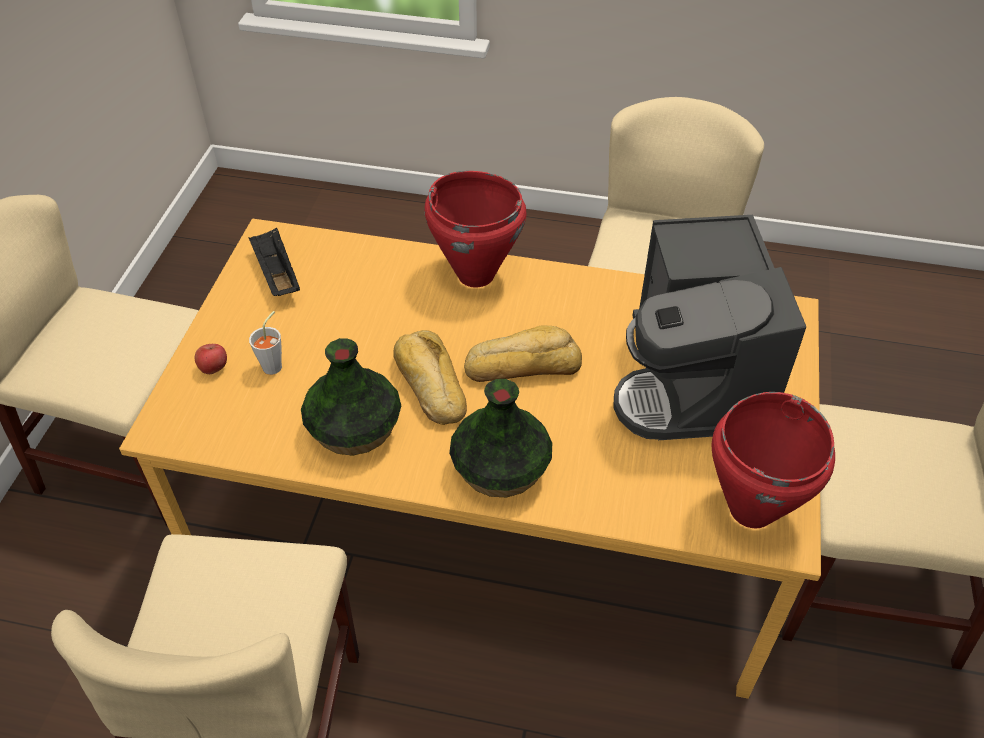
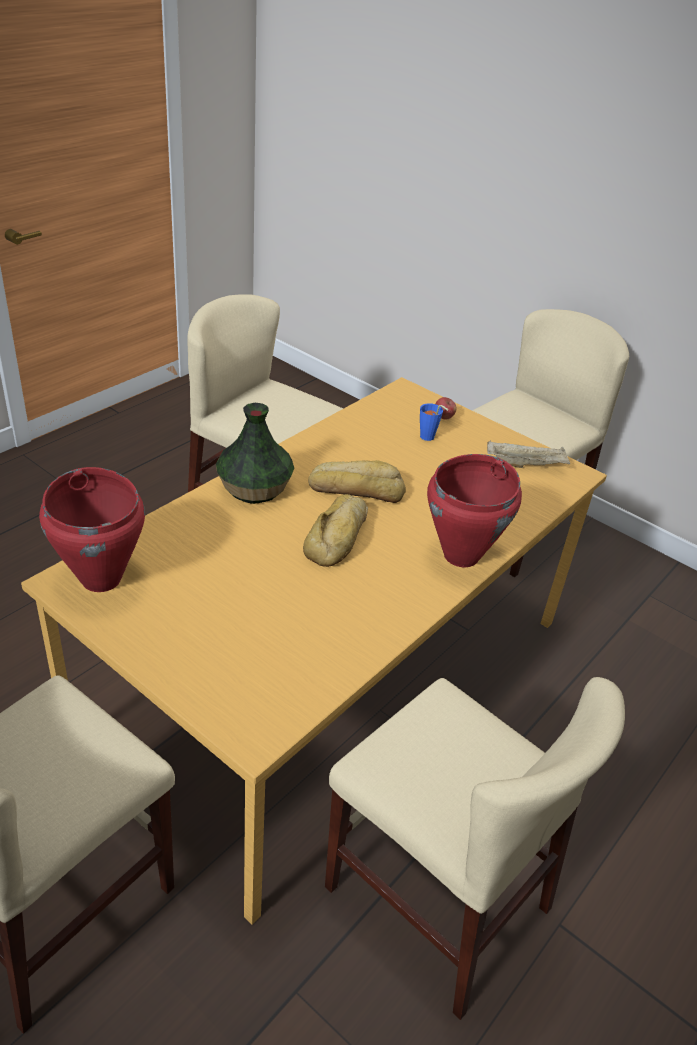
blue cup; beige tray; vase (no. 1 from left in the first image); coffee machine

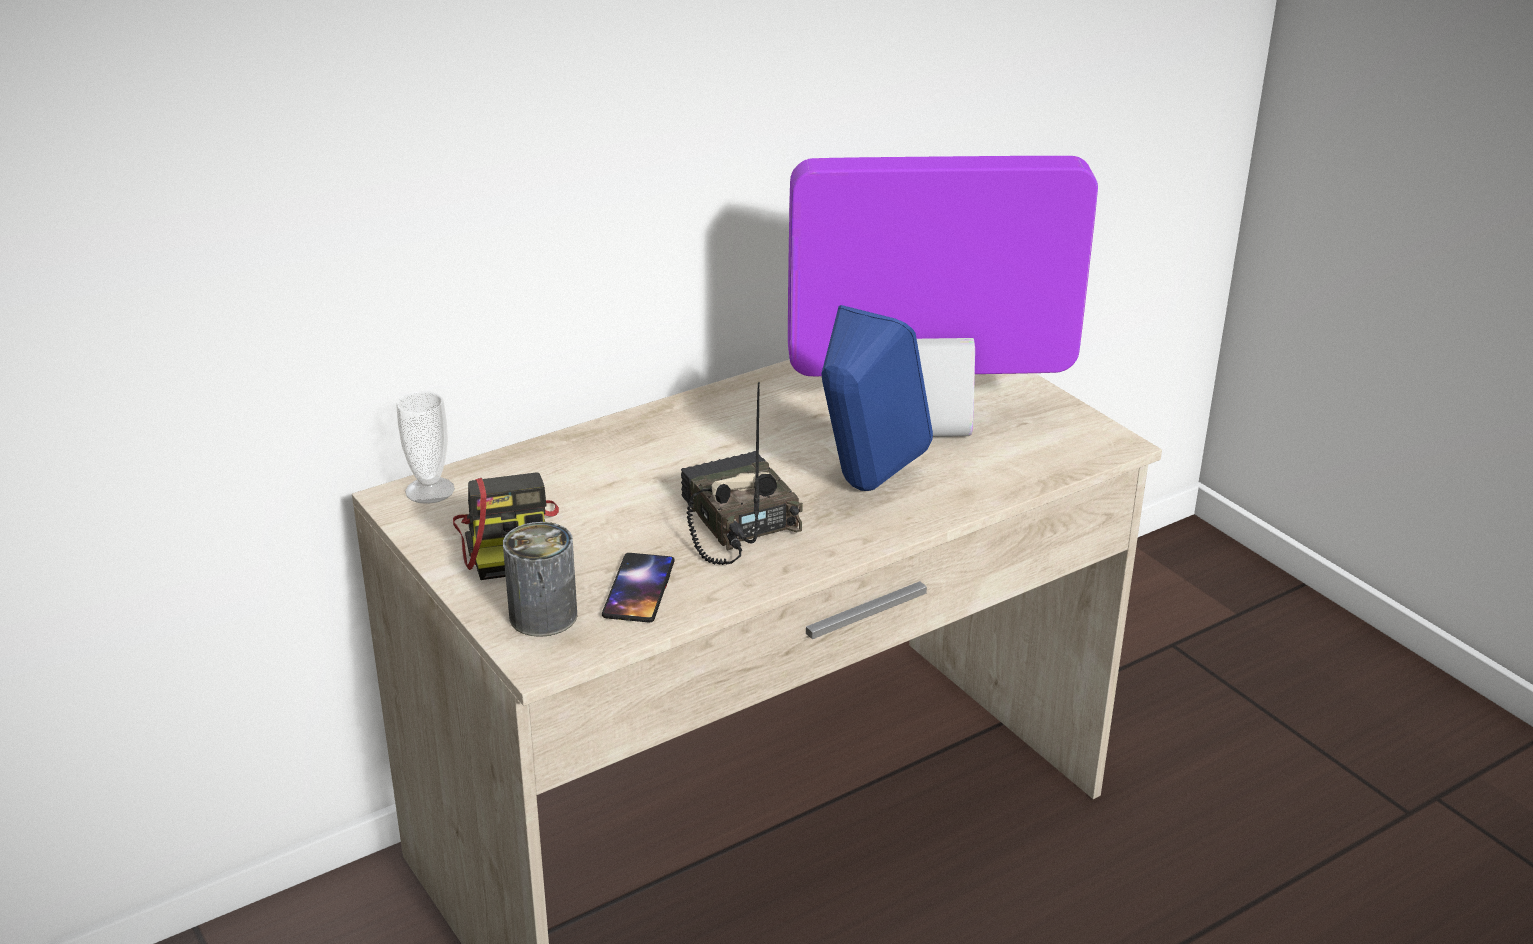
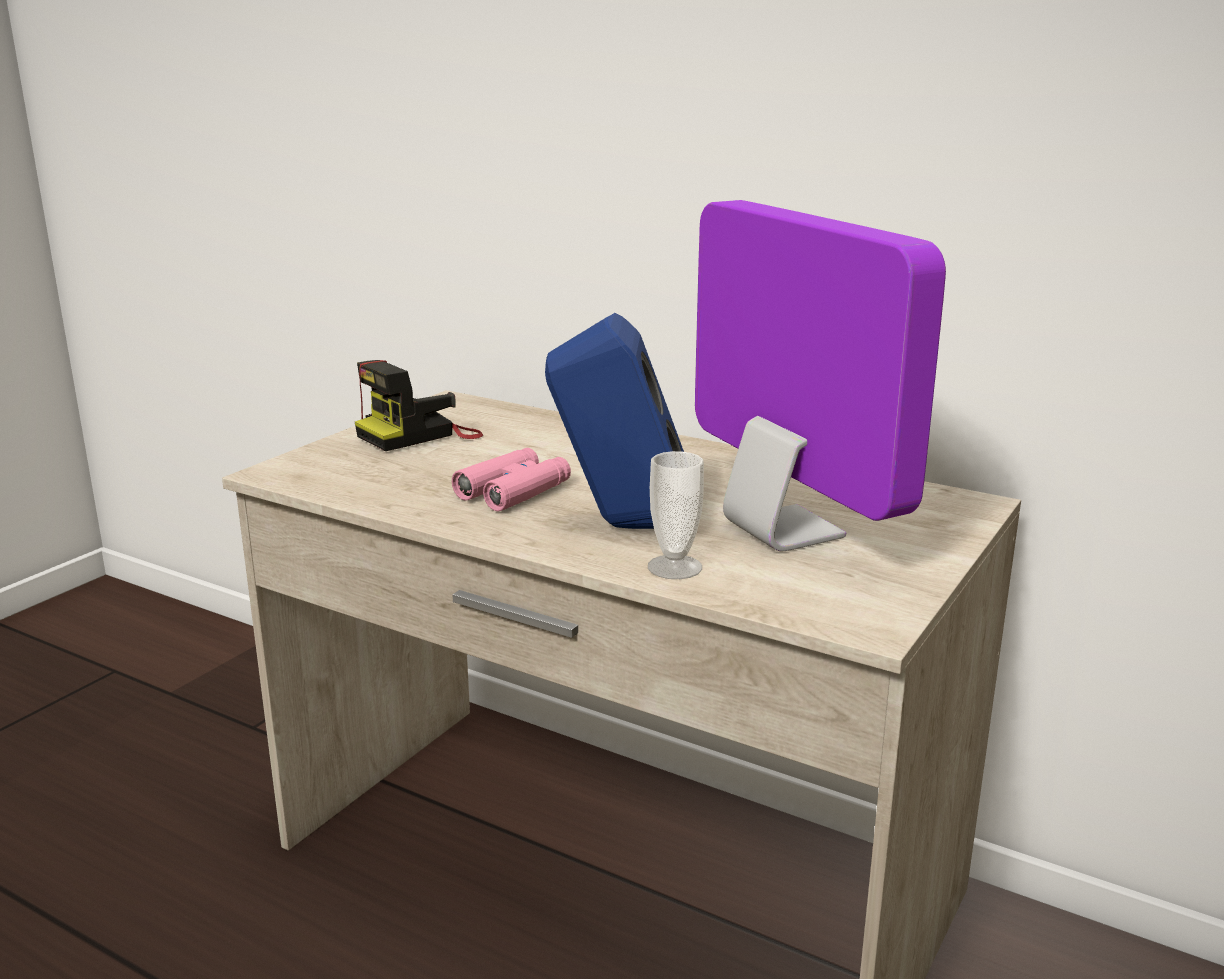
pink binoculars; cup; can; phone

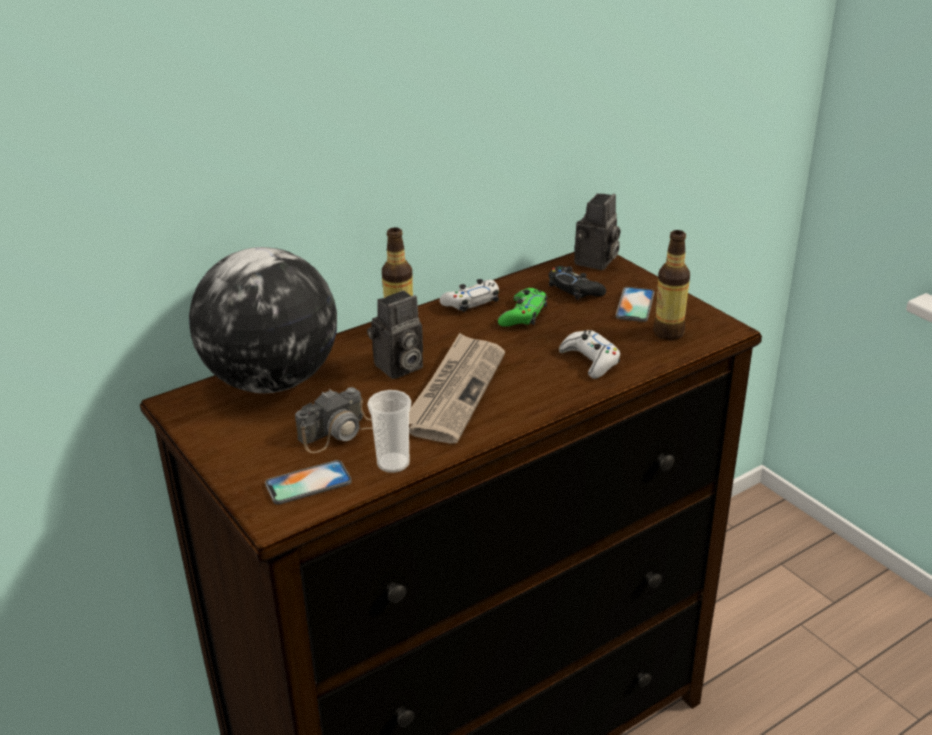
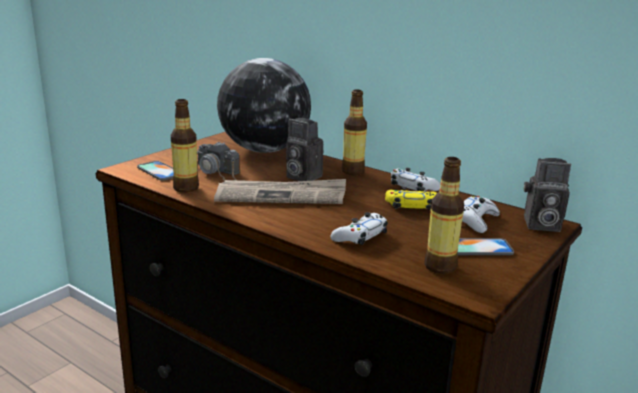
bottle (no. 1 from left); yellow game controller; white game controller (no. 3 from left)

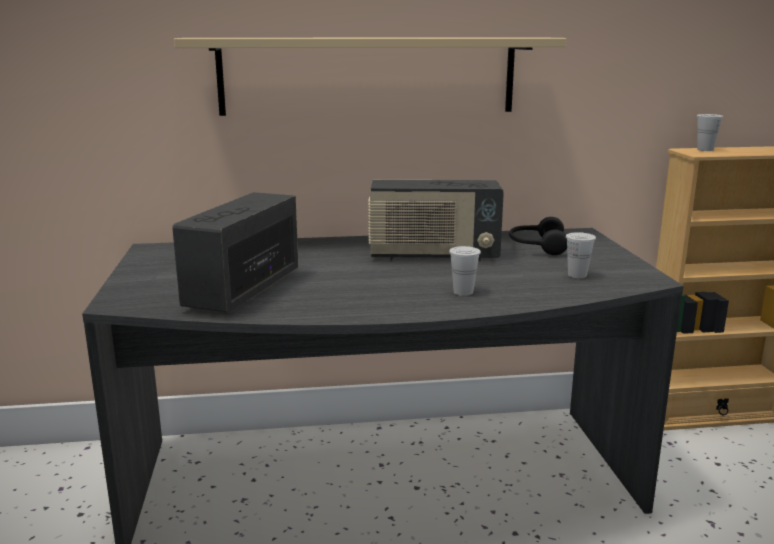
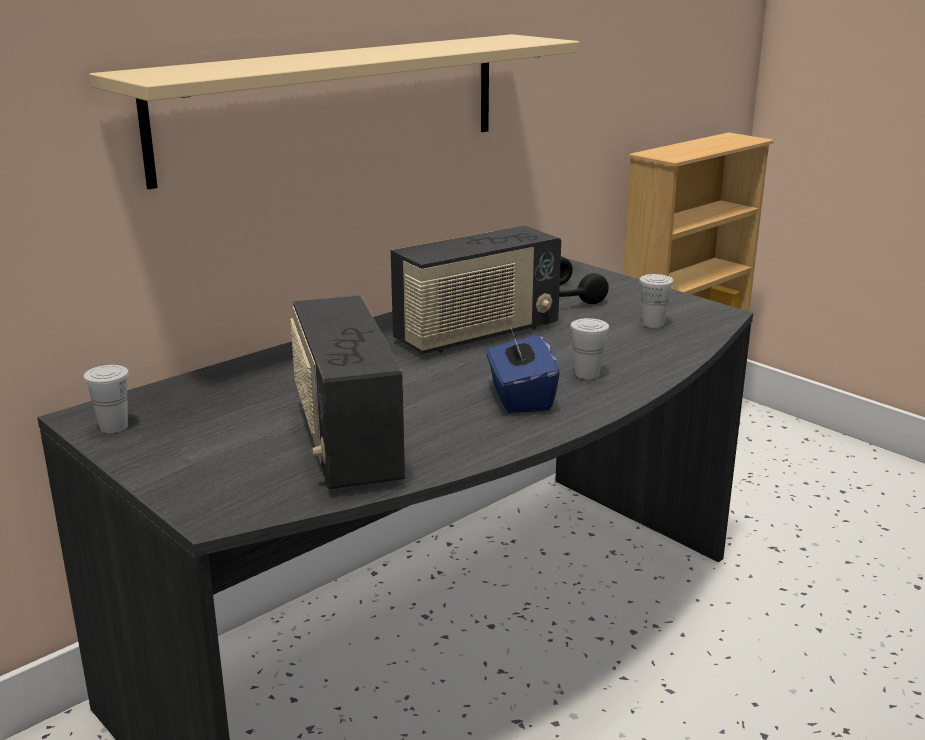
white cup (no. 1 from left); blue tissue box

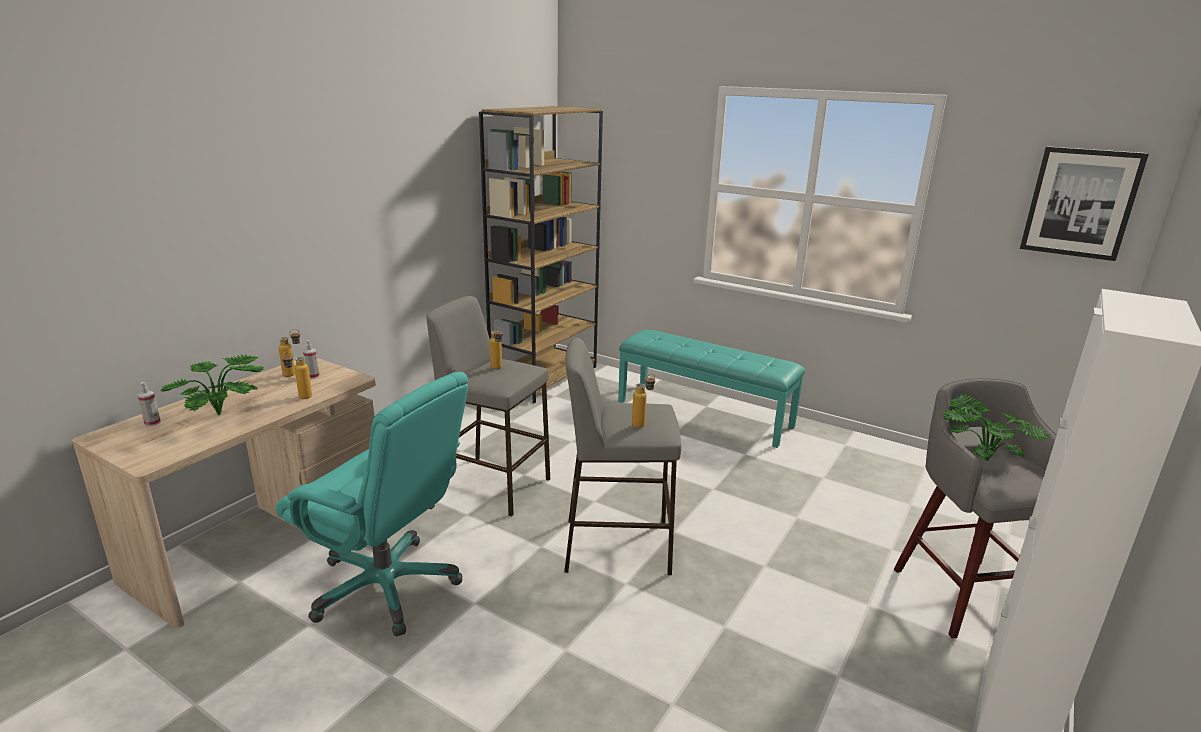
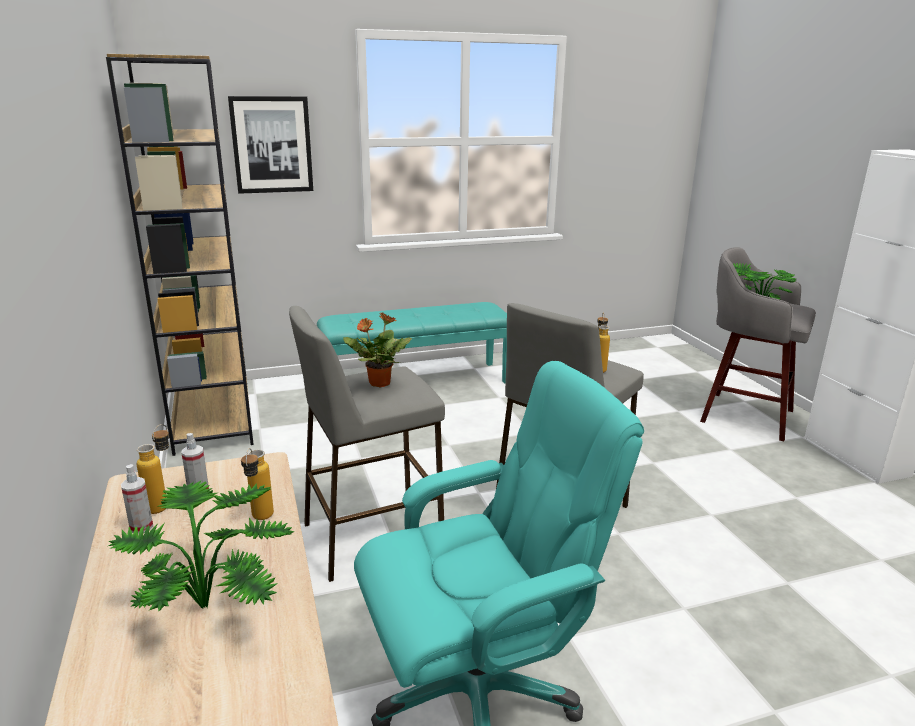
spray bottle (no. 1 from left); picture; potted plant (no. 2 from left)

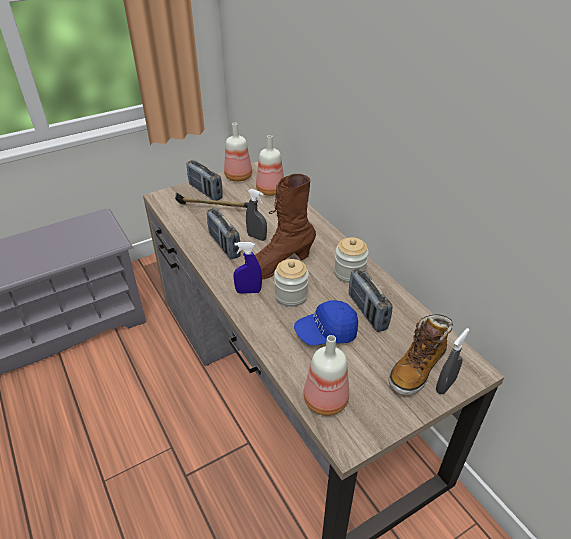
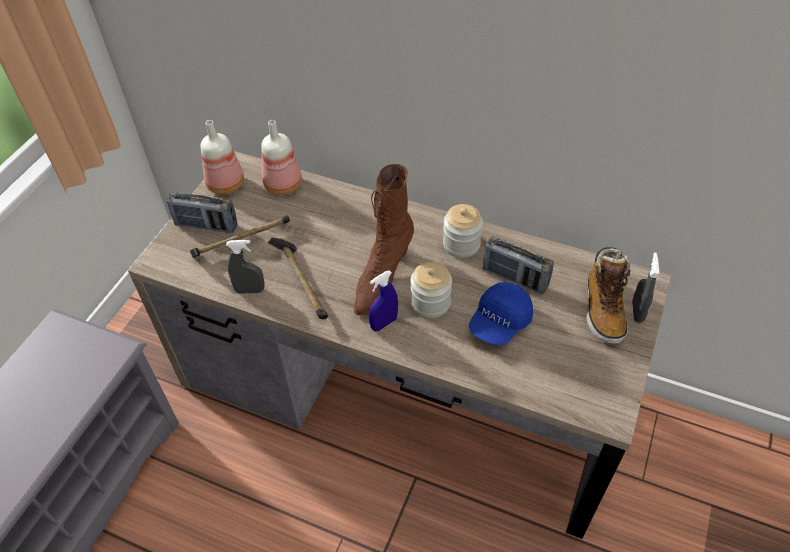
grey spray bottle (no. 1 from left); hammer (no. 2 from left); bottle (no. 3 from left in the first image)

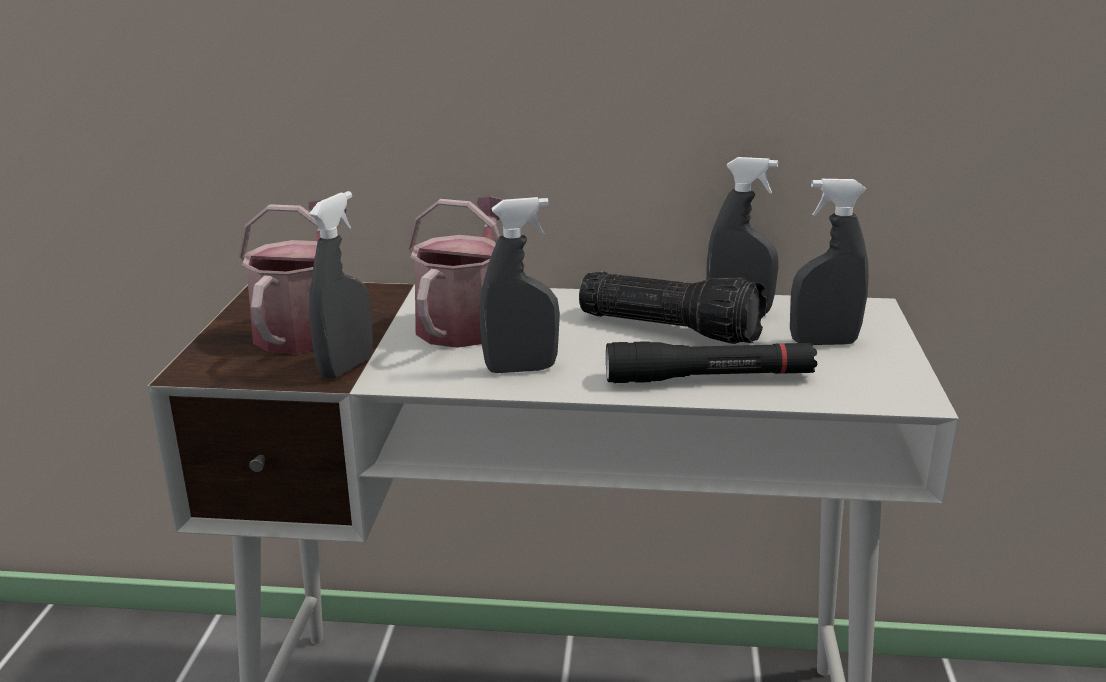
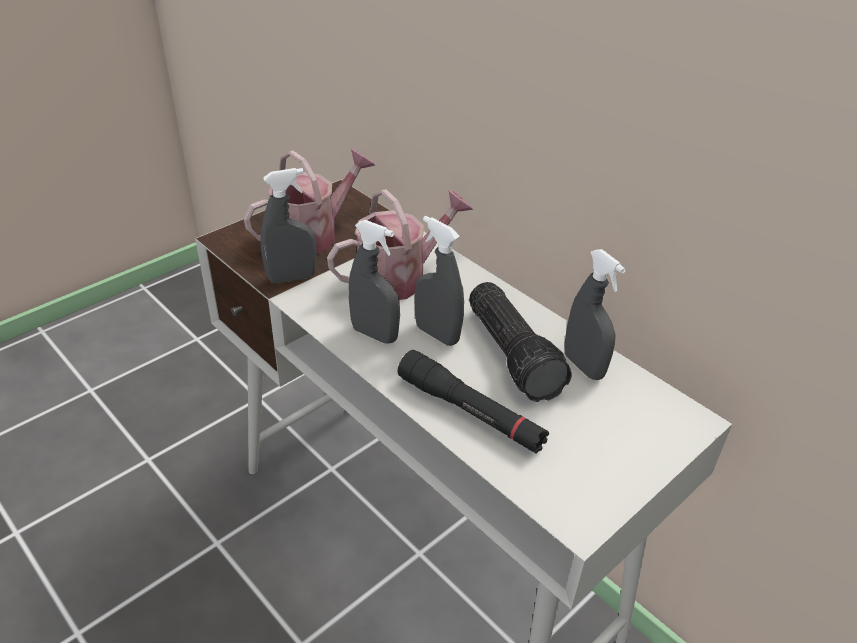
grey spray bottle (no. 3 from left)

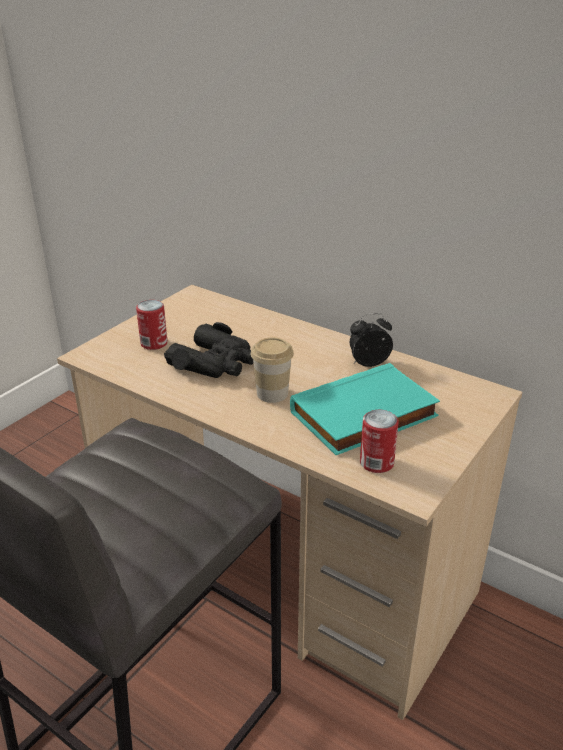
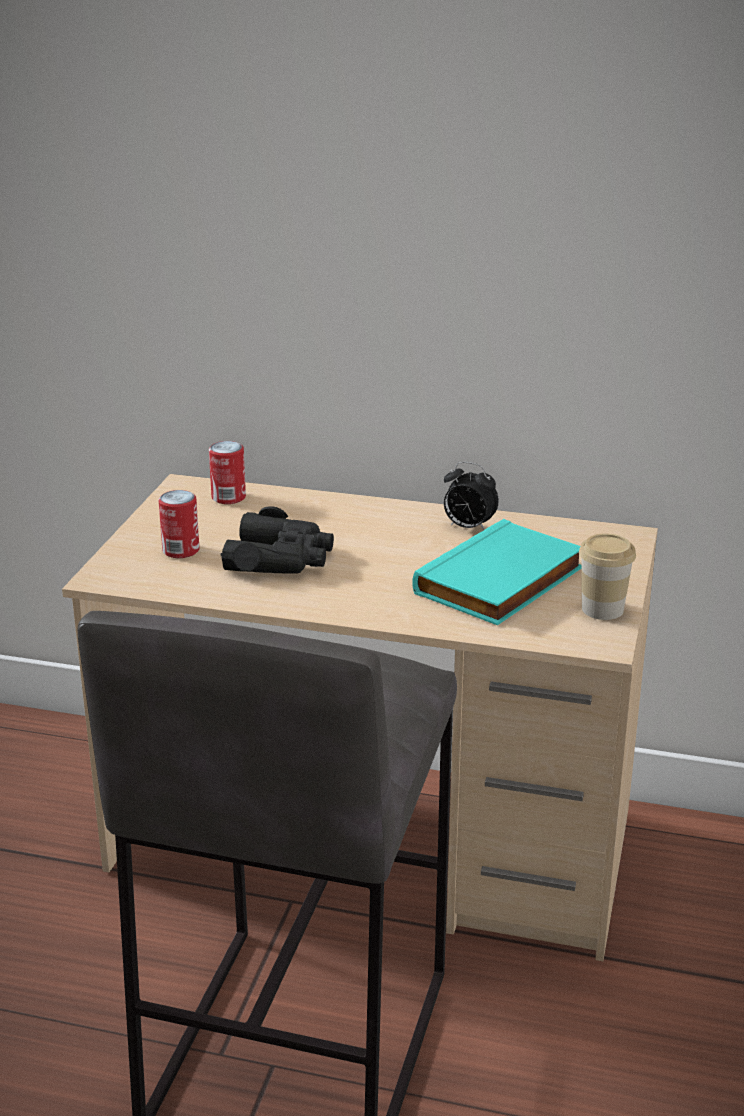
can (no. 2 from left); alarm clock; cup

